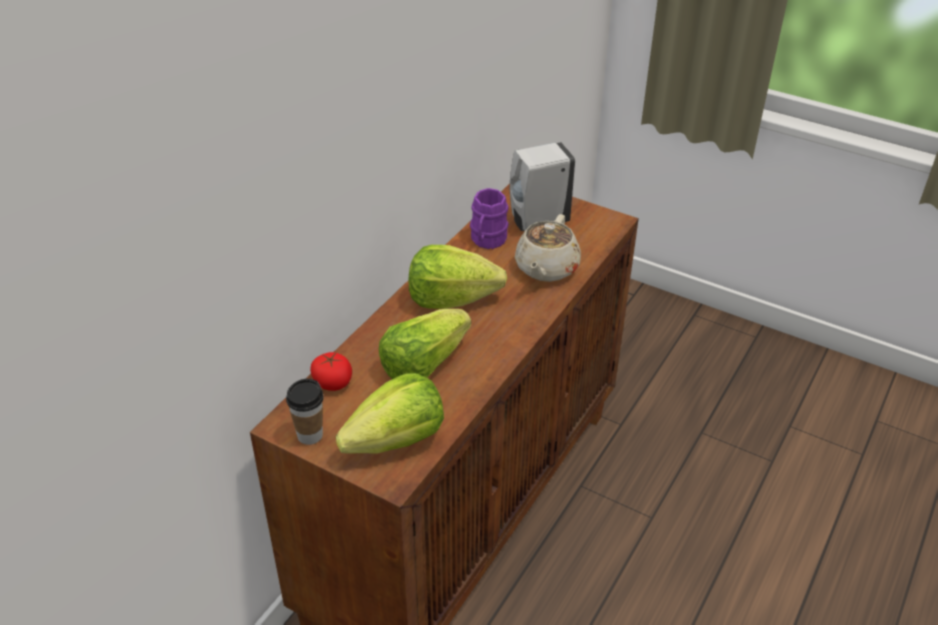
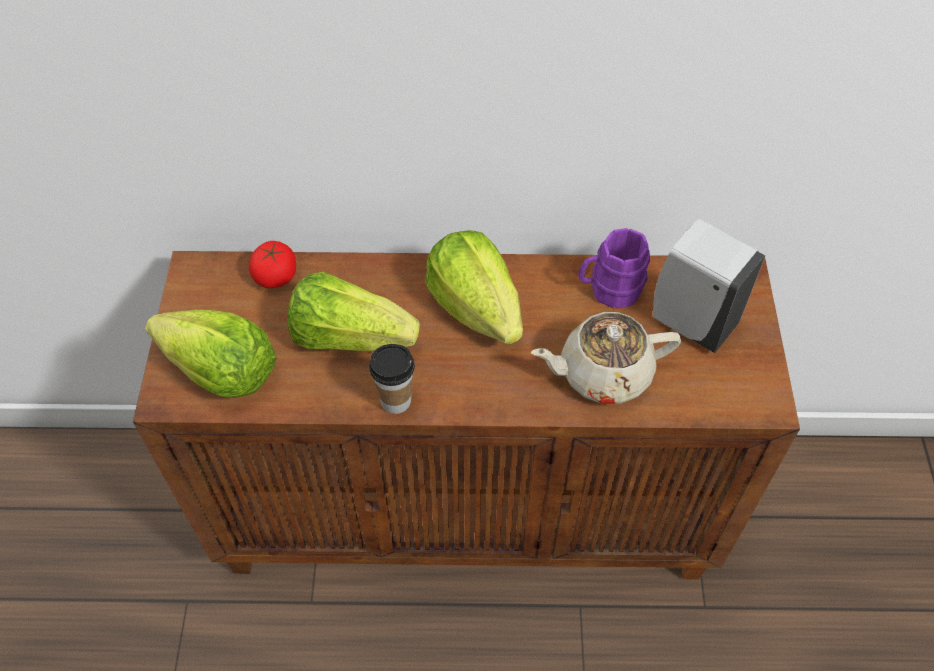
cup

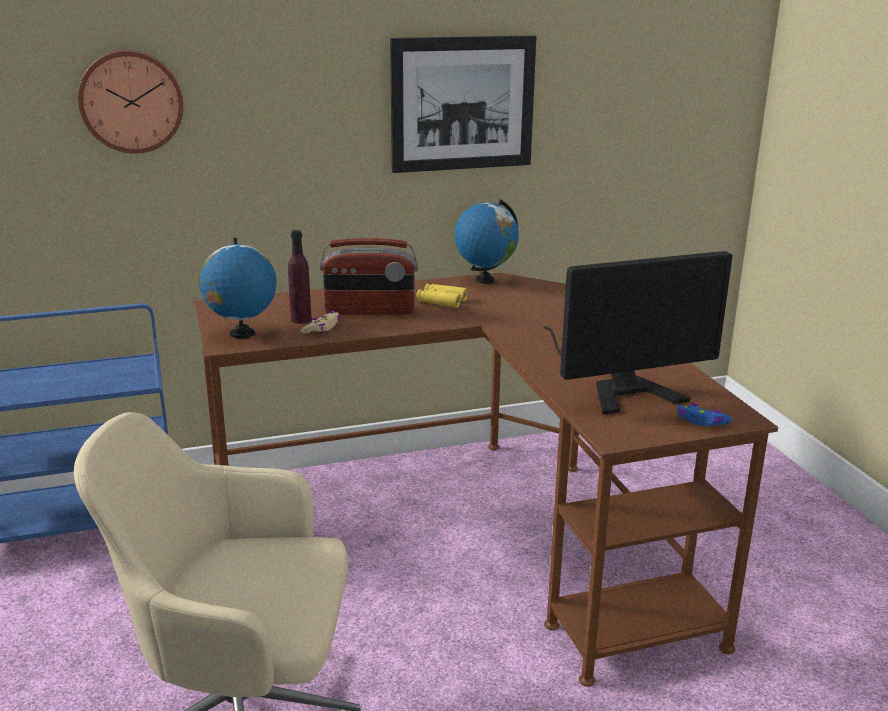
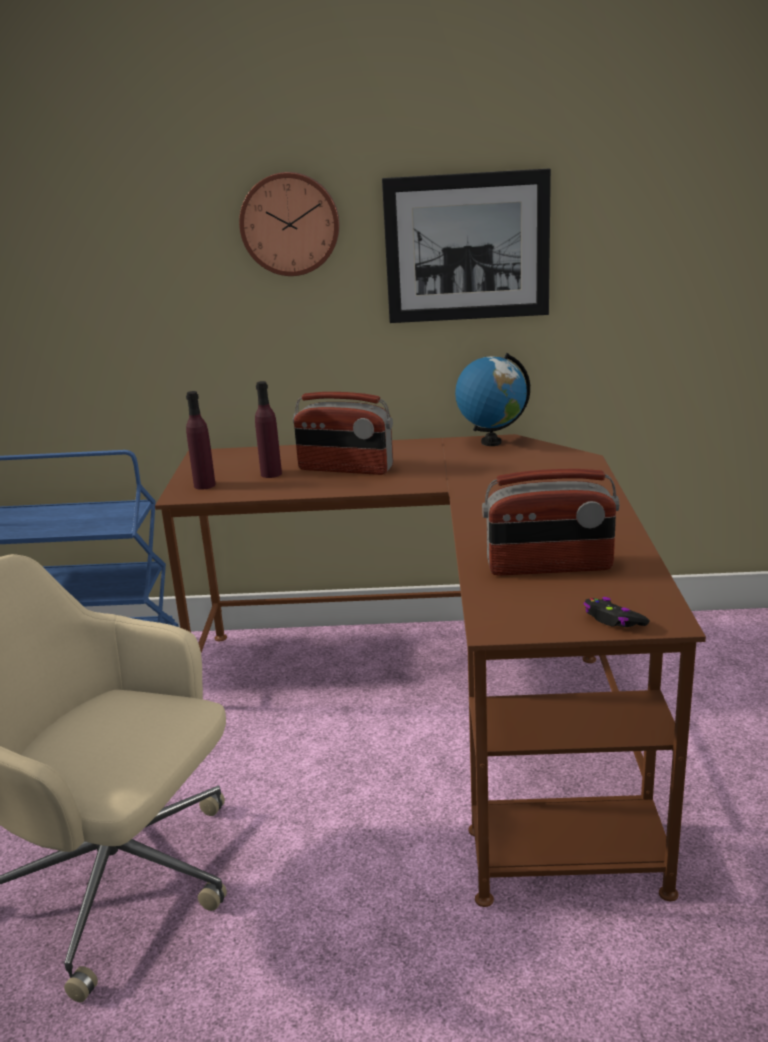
purple bottle (no. 1 from left); wall clock; radio (no. 2 from left); black game controller; beige game controller; yellow binoculars

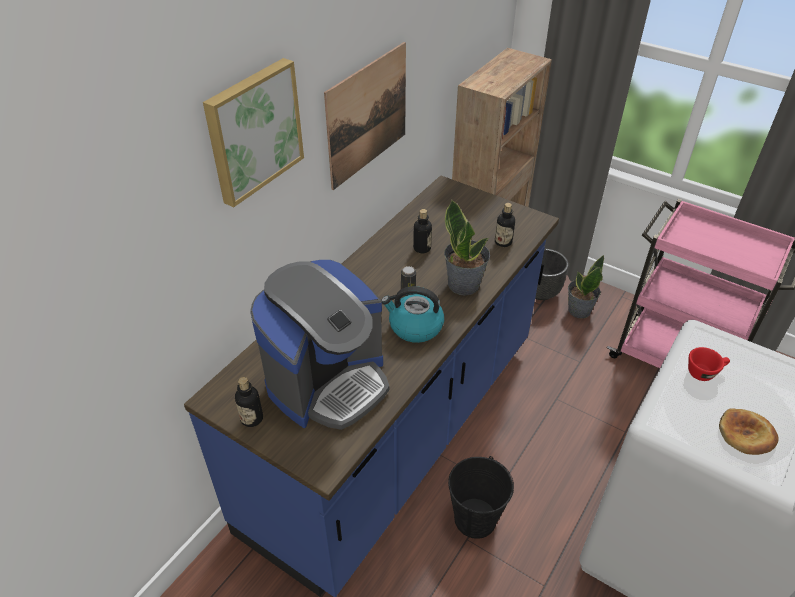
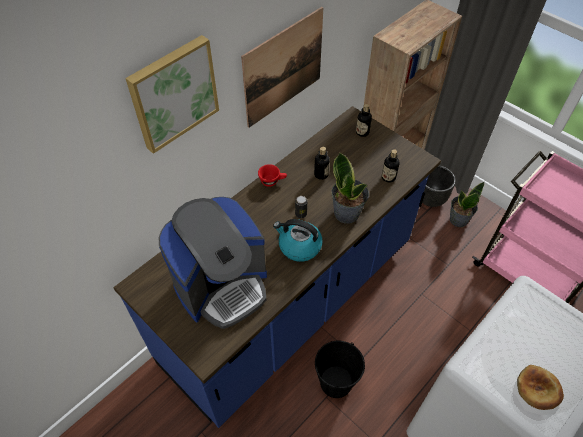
red cup; bottle (no. 2 from left)

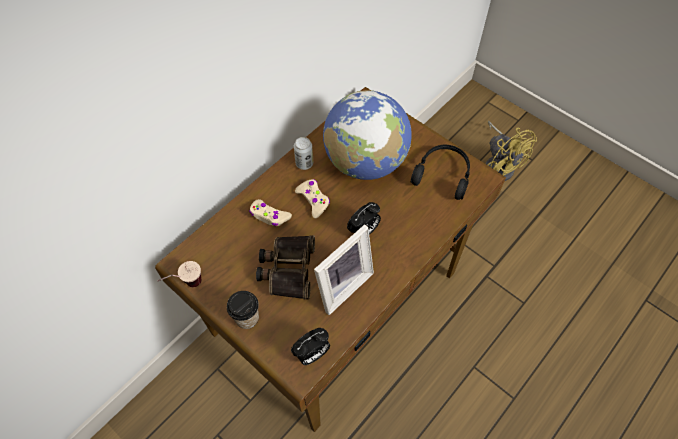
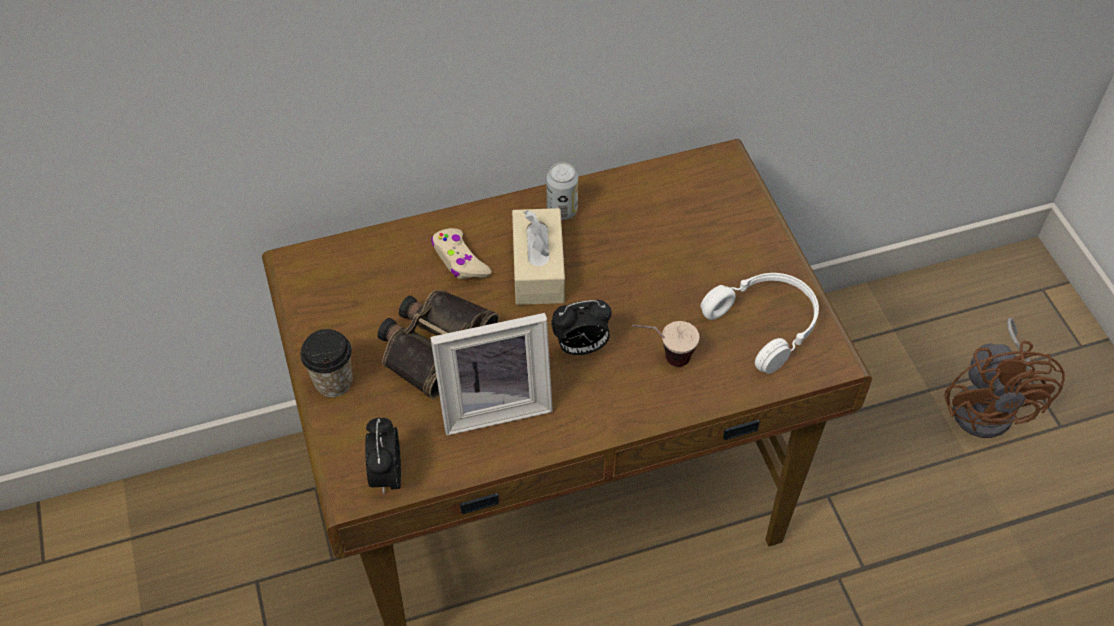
alarm clock (no. 1 from left); beige tissue box; cup (no. 2 from left); white headphones; brown fan; globe

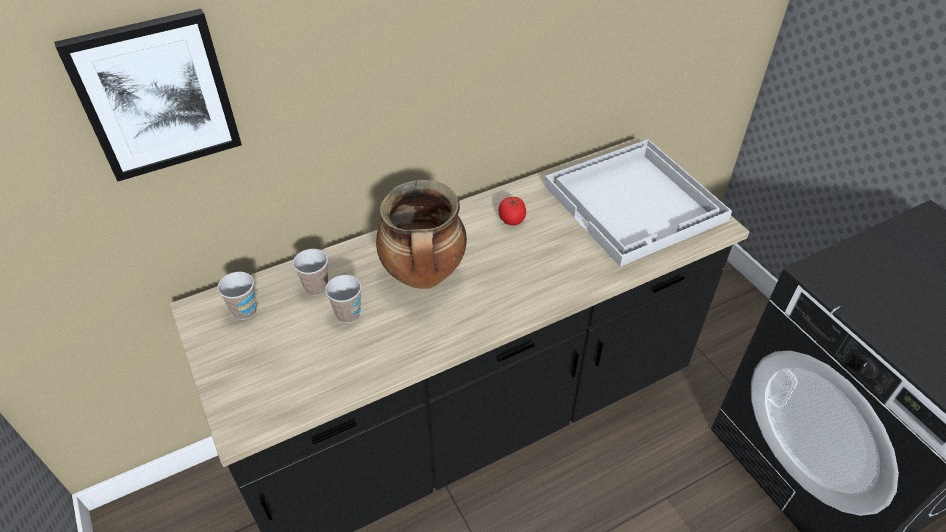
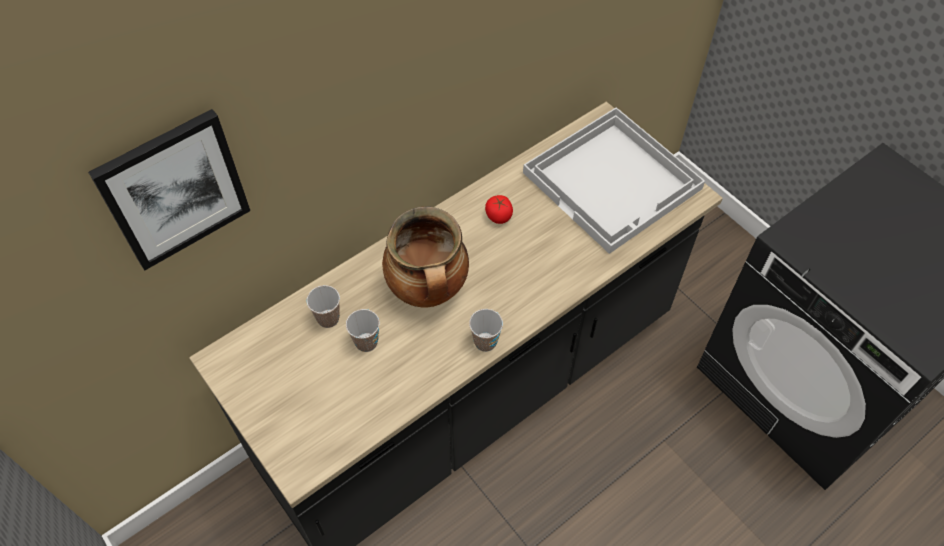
cup (no. 3 from left)

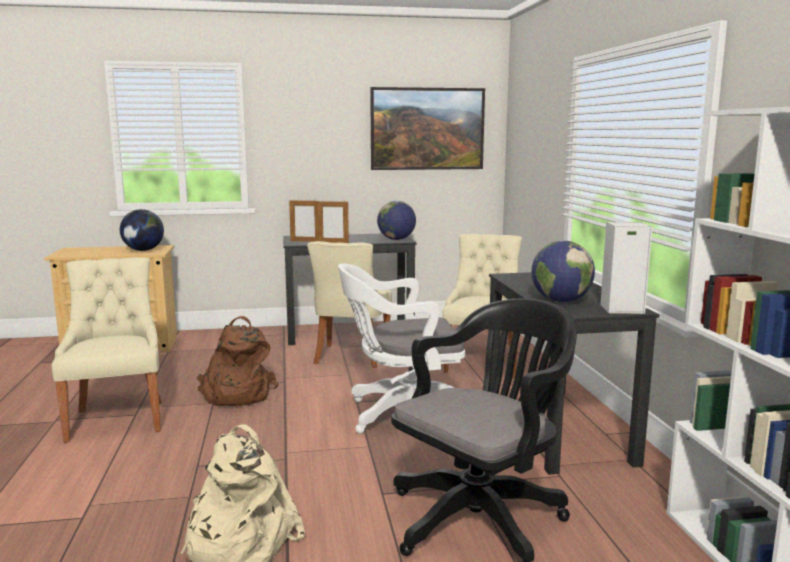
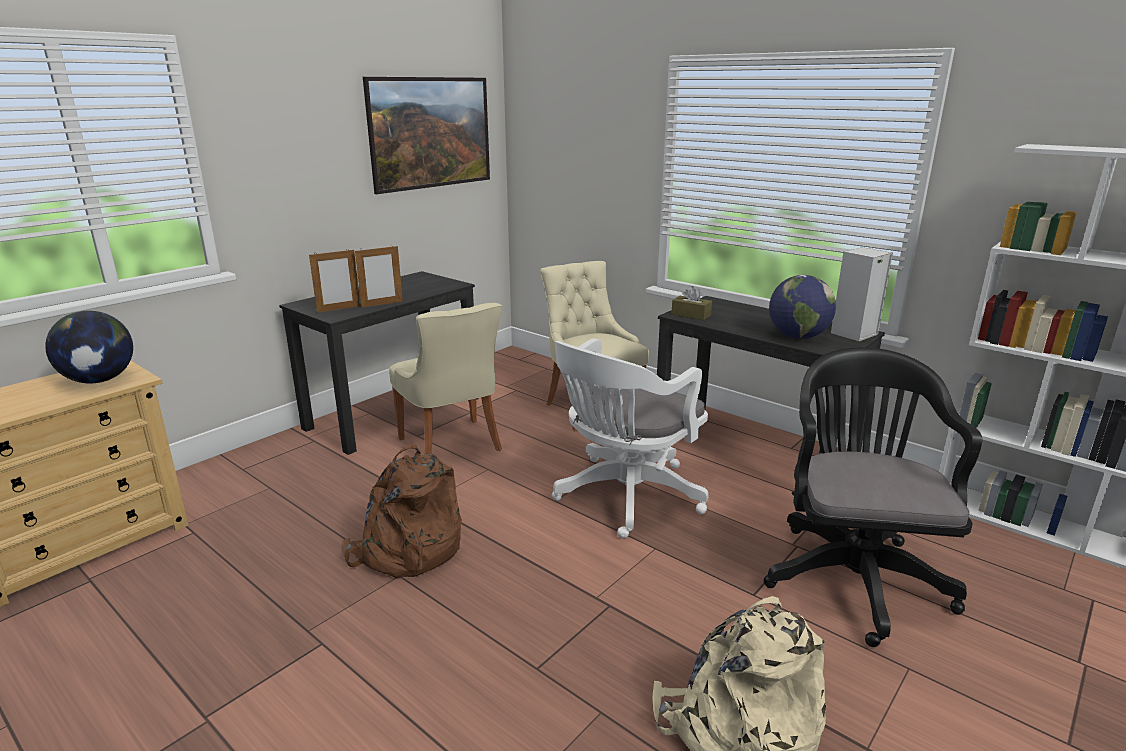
brown tissue box; beige chair (no. 1 from left in the first image); globe (no. 2 from left in the first image)

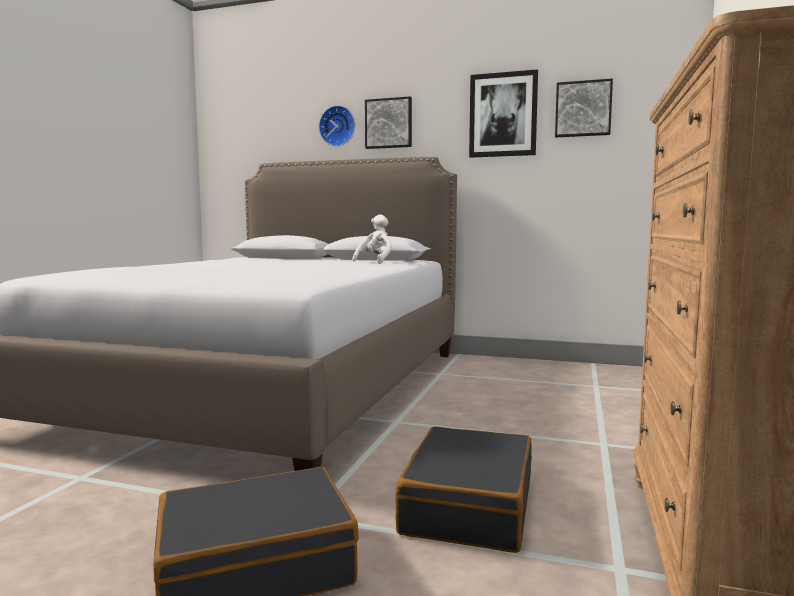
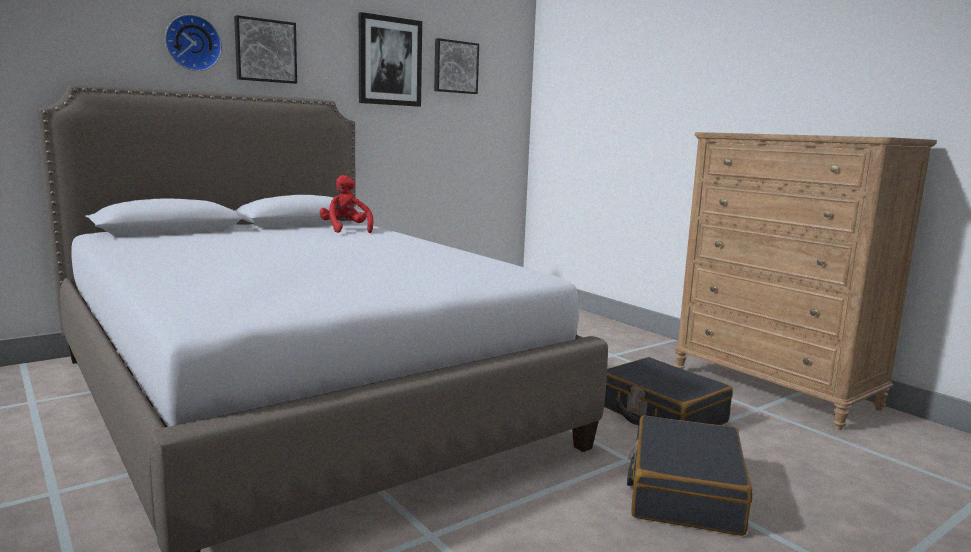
red plush toy

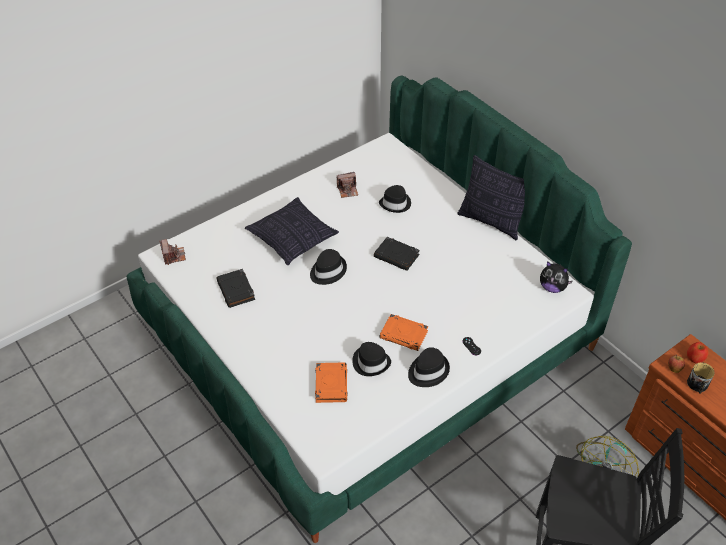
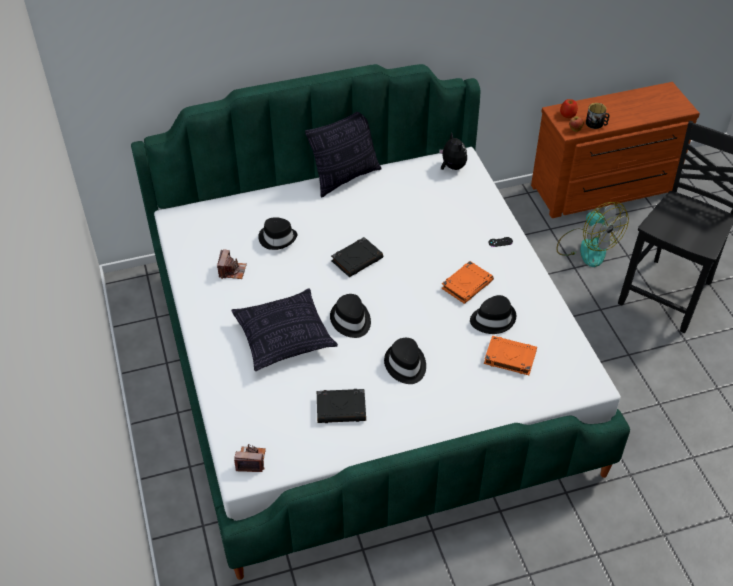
black hat (no. 3 from left); plush toy

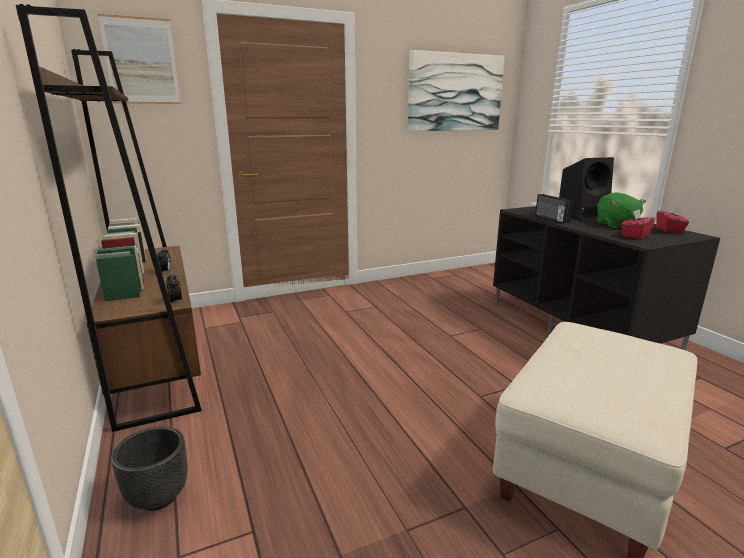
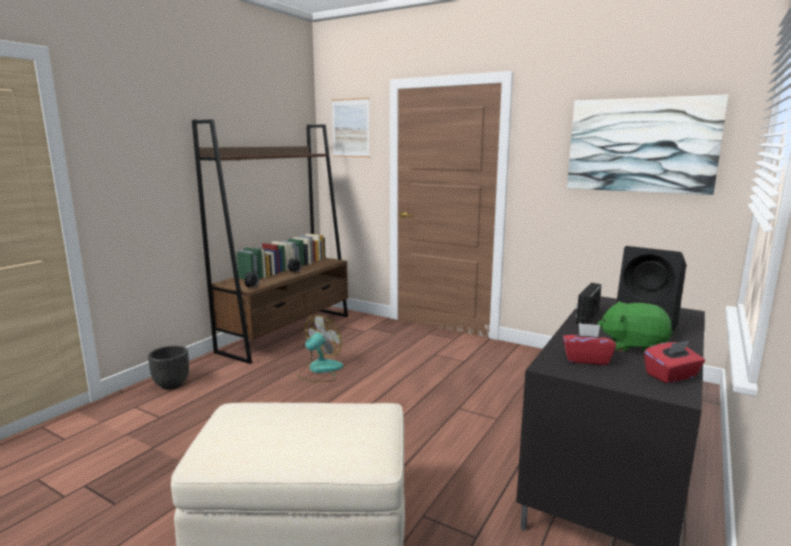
fan; green plush toy

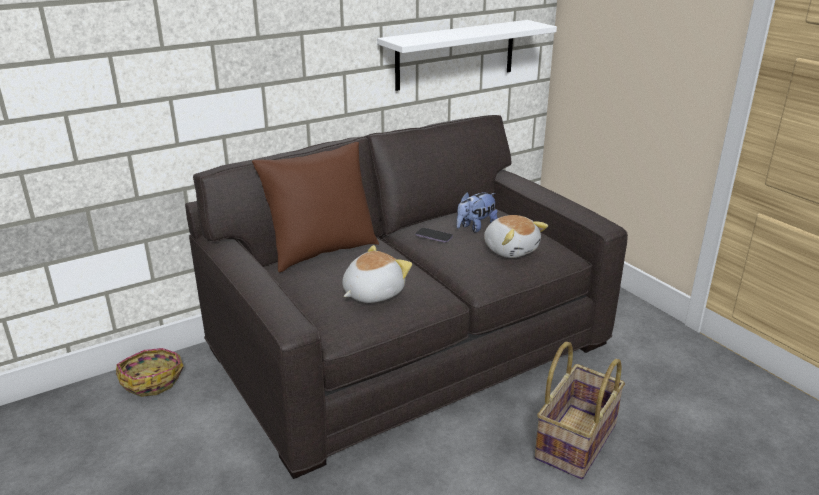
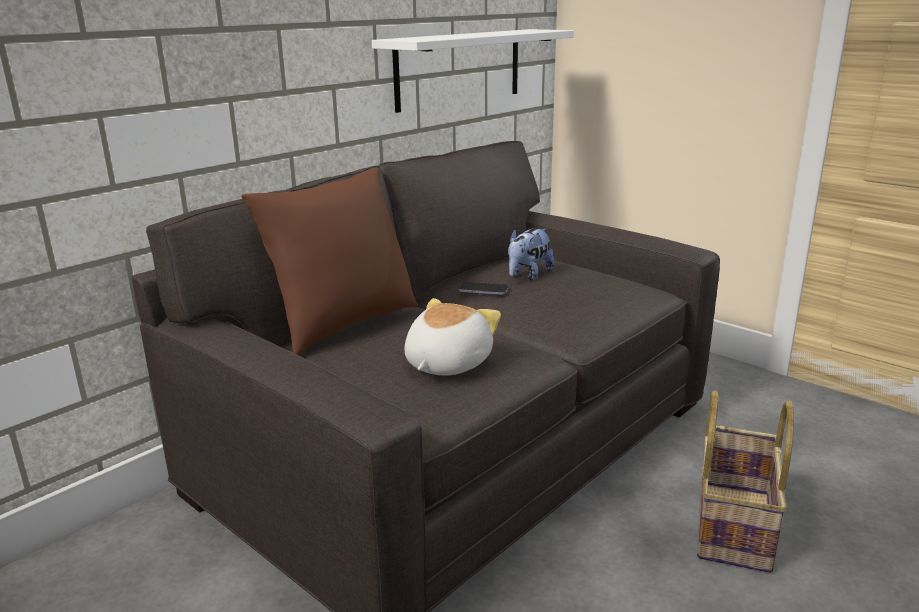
basket (no. 1 from left in the first image); plush toy (no. 3 from left in the first image)

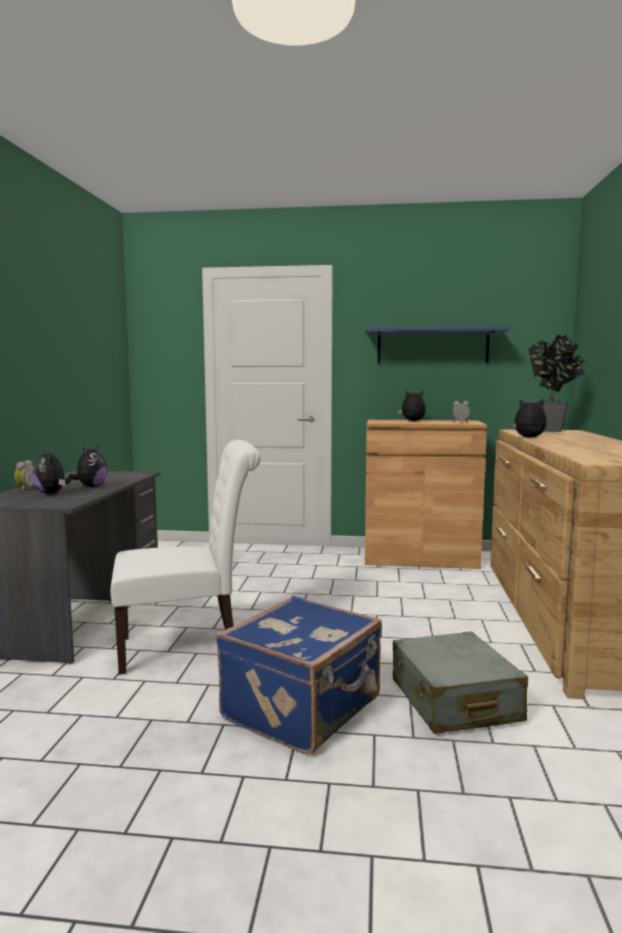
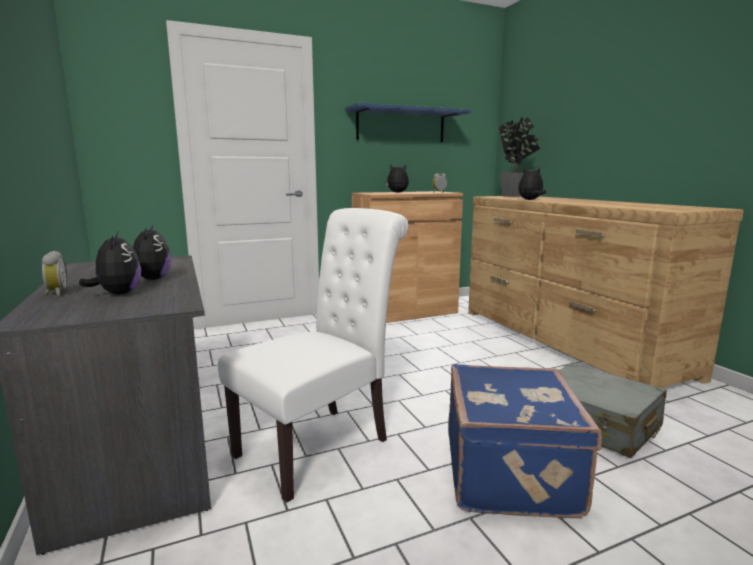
plush toy (no. 1 from left)

